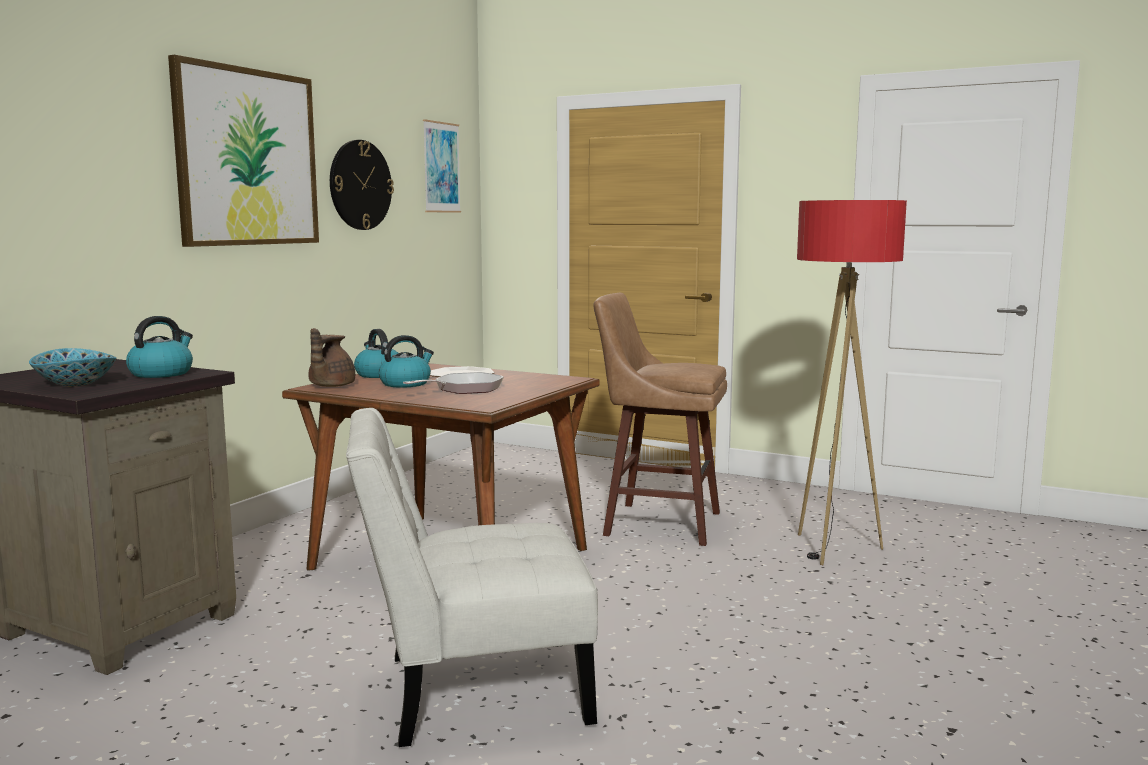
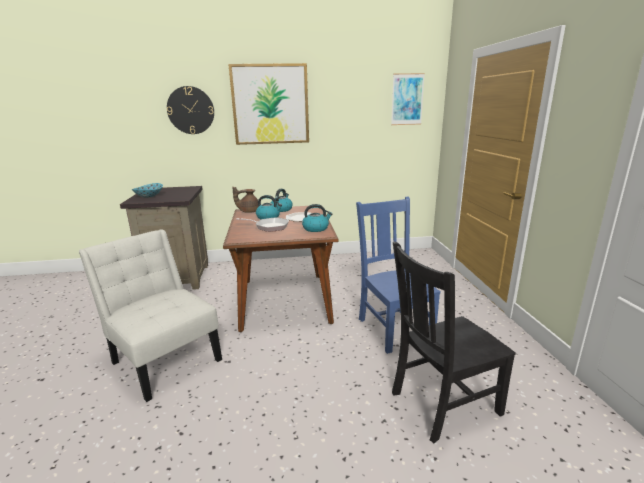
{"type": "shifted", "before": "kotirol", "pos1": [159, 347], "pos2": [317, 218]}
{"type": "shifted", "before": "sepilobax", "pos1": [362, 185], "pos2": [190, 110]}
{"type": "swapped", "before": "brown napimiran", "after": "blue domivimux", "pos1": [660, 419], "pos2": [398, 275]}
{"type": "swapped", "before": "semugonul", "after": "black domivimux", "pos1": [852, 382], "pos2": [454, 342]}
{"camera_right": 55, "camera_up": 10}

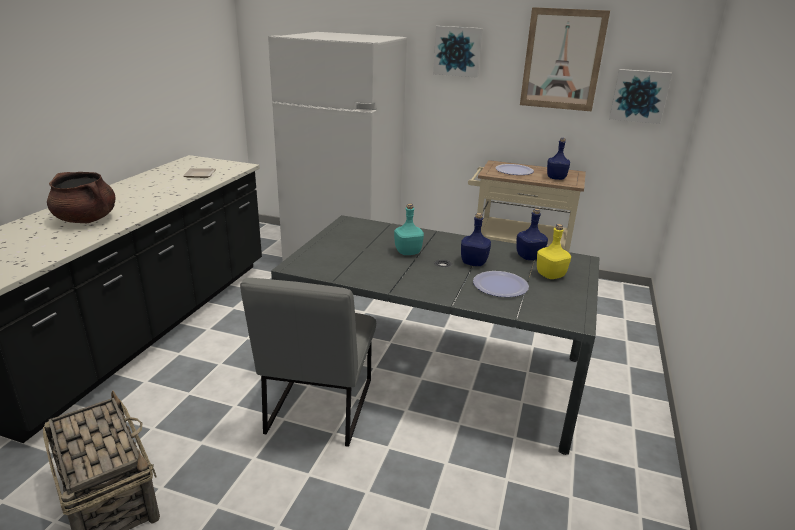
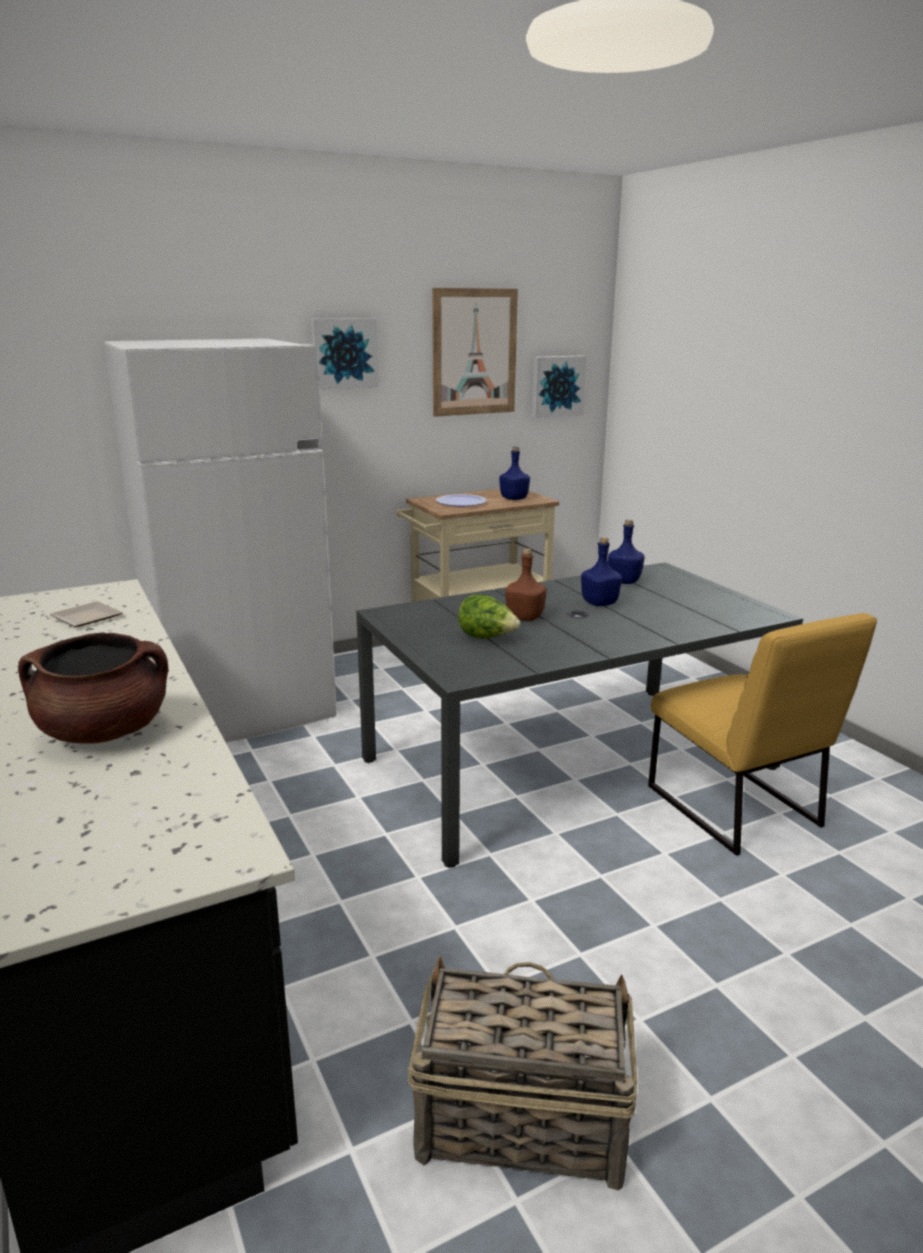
{"type": "gone", "before": "grey domivimux", "pos1": [308, 362]}
{"type": "repainted", "before": "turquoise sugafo", "after": "brown sugafo", "pos1": [409, 229], "pos2": [526, 585]}
{"type": "gone", "before": "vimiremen", "pos1": [501, 284]}
{"type": "gone", "before": "yellow sugafo", "pos1": [554, 251]}
{"type": "new", "after": "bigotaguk", "pos2": [489, 616]}
{"type": "new", "after": "yellow domivimux", "pos2": [762, 734]}
{"camera_right": -45, "camera_up": -5}

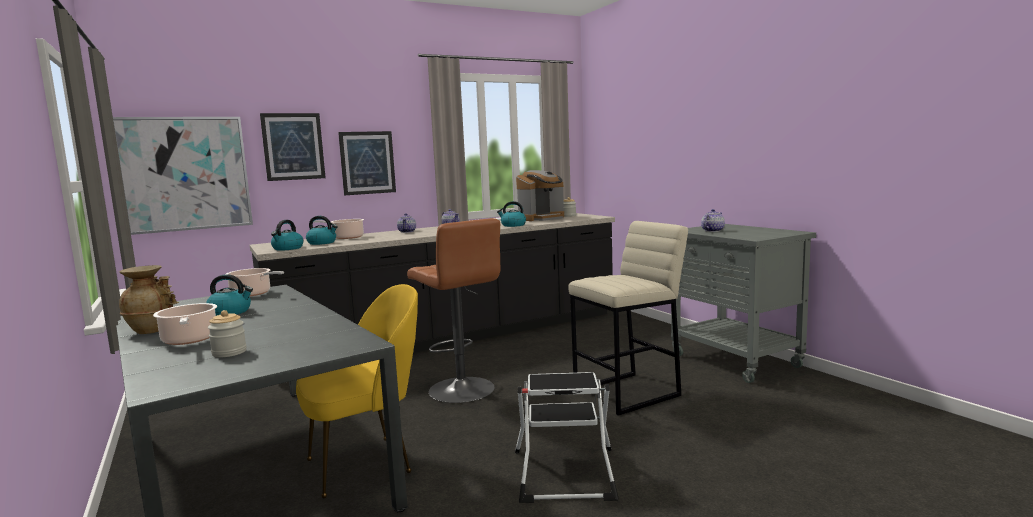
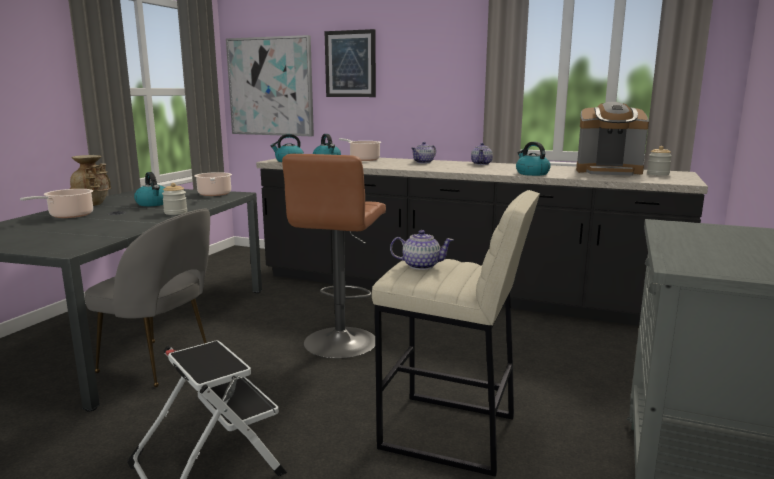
{"type": "shifted", "before": "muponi", "pos1": [227, 333], "pos2": [174, 199]}
{"type": "repainted", "before": "yellow domivimux", "after": "grey domivimux", "pos1": [357, 391], "pos2": [147, 297]}
{"type": "gone", "before": "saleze", "pos1": [367, 163]}
{"type": "shifted", "before": "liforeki", "pos1": [713, 220], "pos2": [421, 250]}
{"camera_right": 50, "camera_up": 5}

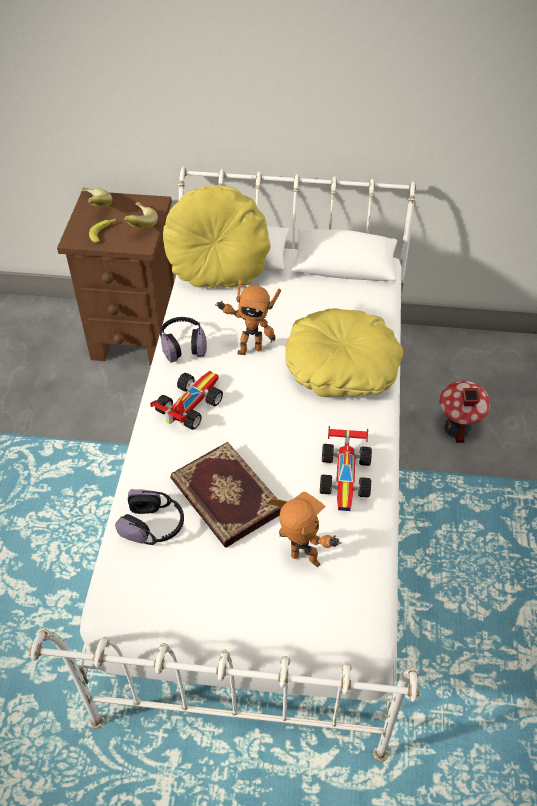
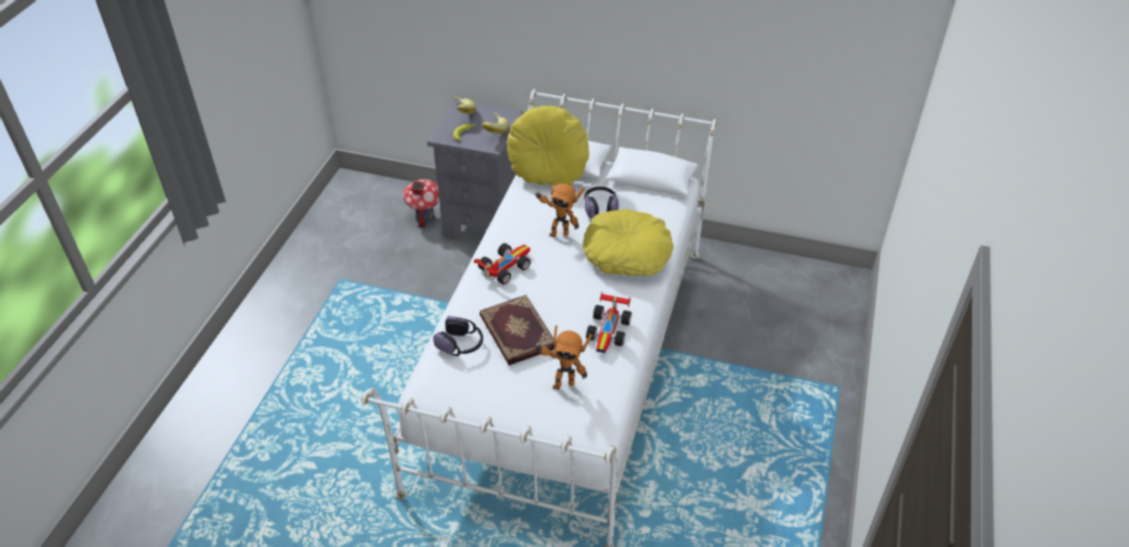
{"type": "repainted", "before": "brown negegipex", "after": "grey negegipex", "pos1": [115, 278], "pos2": [475, 169]}
{"type": "shifted", "before": "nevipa", "pos1": [183, 340], "pos2": [601, 203]}
{"type": "rotated", "before": "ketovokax", "pos1": [304, 529], "pos2": [563, 357], "turn": 135}
{"type": "shifted", "before": "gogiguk", "pos1": [464, 412], "pos2": [421, 203]}
{"camera_right": 10, "camera_up": -5}

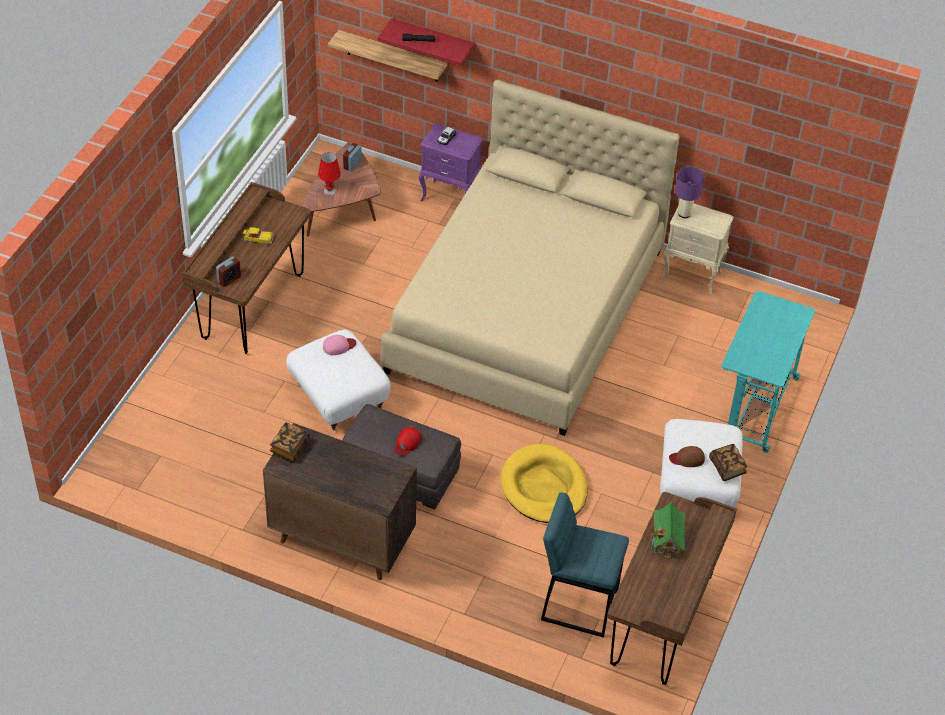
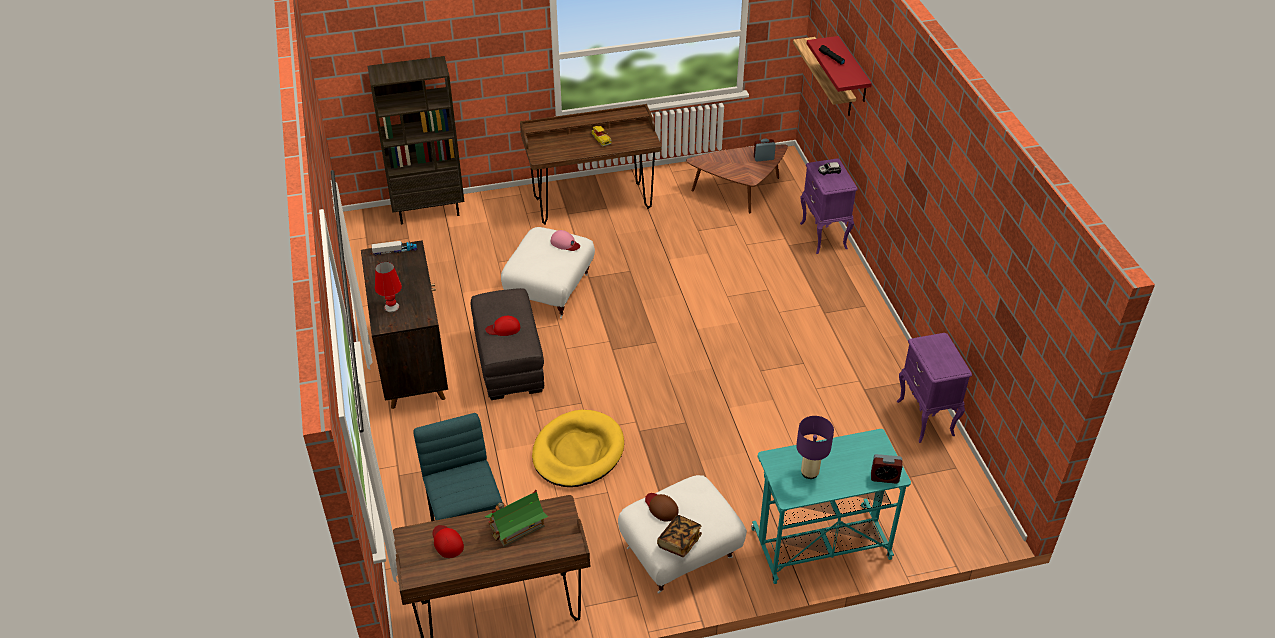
{"type": "shifted", "before": "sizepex", "pos1": [228, 271], "pos2": [886, 469]}
{"type": "swapped", "before": "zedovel", "after": "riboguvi", "pos1": [290, 442], "pos2": [394, 248]}
{"type": "shifted", "before": "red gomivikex", "pos1": [329, 173], "pos2": [388, 287]}
{"type": "gone", "before": "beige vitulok", "pos1": [530, 257]}
{"type": "repainted", "before": "beige negegipex", "after": "purple negegipex", "pos1": [697, 249], "pos2": [934, 388]}
{"type": "shifted", "before": "purple gomivikex", "pos1": [689, 192], "pos2": [815, 447]}
{"type": "new", "after": "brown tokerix", "pos2": [416, 140]}
{"type": "new", "after": "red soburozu", "pos2": [448, 541]}
{"camera_right": 55, "camera_up": -5}

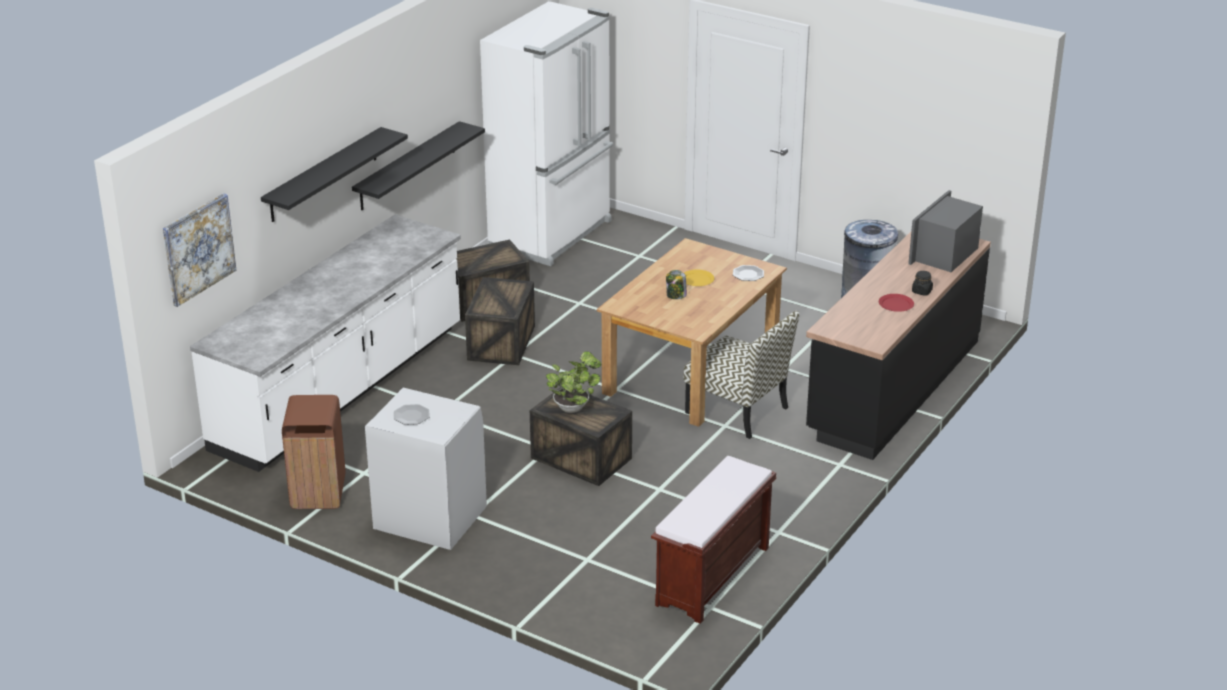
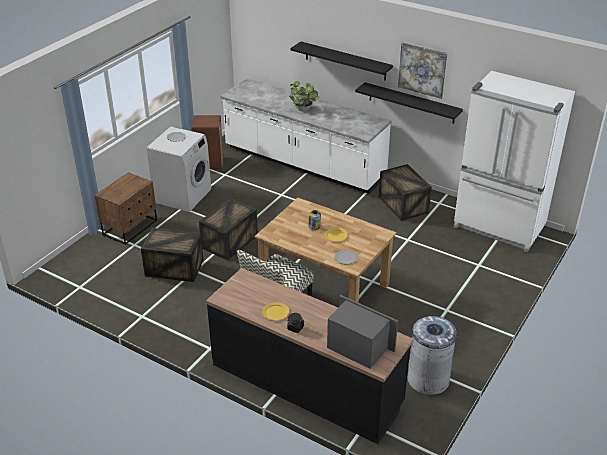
{"type": "shifted", "before": "saleze", "pos1": [199, 250], "pos2": [423, 70]}
{"type": "shifted", "before": "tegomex", "pos1": [500, 321], "pos2": [172, 255]}
{"type": "shifted", "before": "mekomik", "pos1": [574, 382], "pos2": [304, 96]}
{"type": "gone", "before": "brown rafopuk", "pos1": [713, 540]}
{"type": "repainted", "before": "red vimiremen", "after": "yellow vimiremen", "pos1": [896, 303], "pos2": [275, 311]}
{"type": "new", "after": "brown negegipex", "pos2": [126, 208]}
{"camera_right": 90, "camera_up": 5}

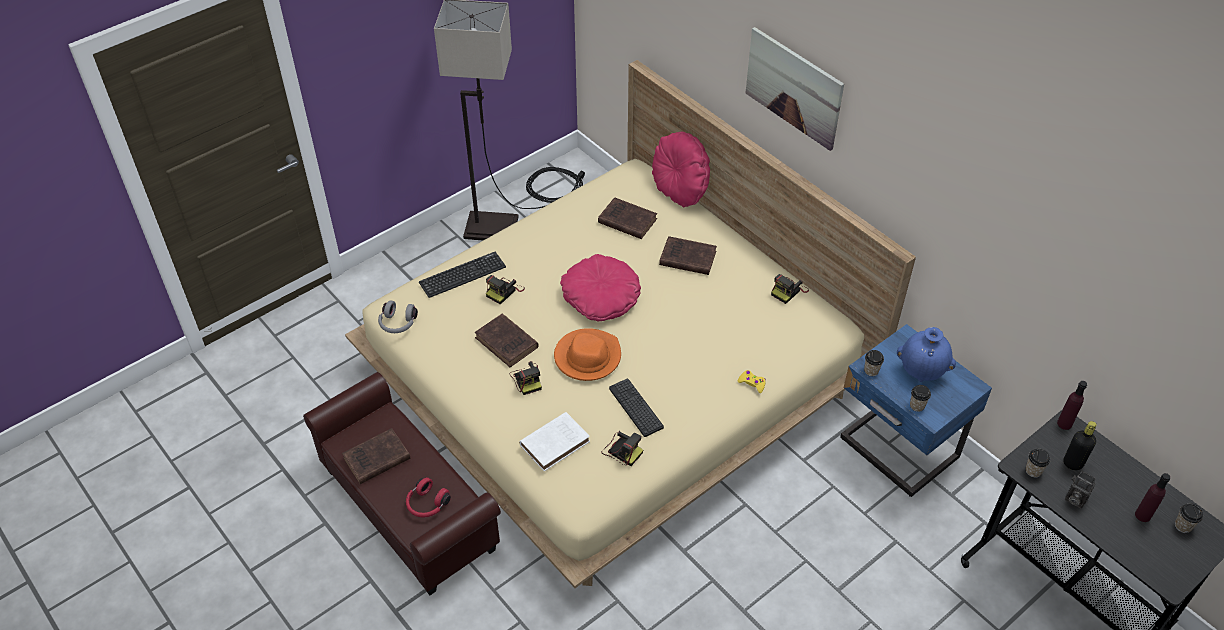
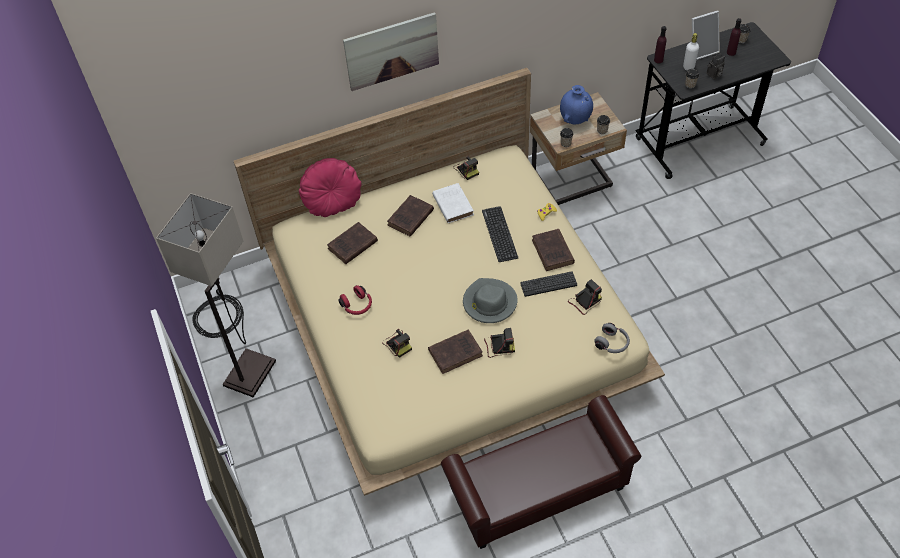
{"type": "shifted", "before": "brown zedovel", "pos1": [376, 456], "pos2": [553, 250]}
{"type": "shifted", "before": "grey nevipa", "pos1": [398, 317], "pos2": [612, 338]}
{"type": "shifted", "before": "red nevipa", "pos1": [428, 497], "pos2": [355, 300]}
{"type": "shifted", "before": "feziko", "pos1": [462, 275], "pos2": [500, 234]}
{"type": "shifted", "before": "white zedovel", "pos1": [555, 441], "pos2": [453, 203]}
{"type": "repainted", "before": "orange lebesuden", "after": "grey lebesuden", "pos1": [587, 354], "pos2": [490, 300]}
{"type": "gone", "before": "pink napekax", "pos1": [600, 287]}
{"type": "repainted", "before": "blue negegipex", "after": "beige negegipex", "pos1": [916, 410], "pos2": [578, 148]}
{"type": "repainted", "before": "black sugafo", "after": "white sugafo", "pos1": [1080, 445], "pos2": [691, 52]}
{"type": "new", "after": "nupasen", "pos2": [706, 34]}
{"camera_right": -70, "camera_up": 5}

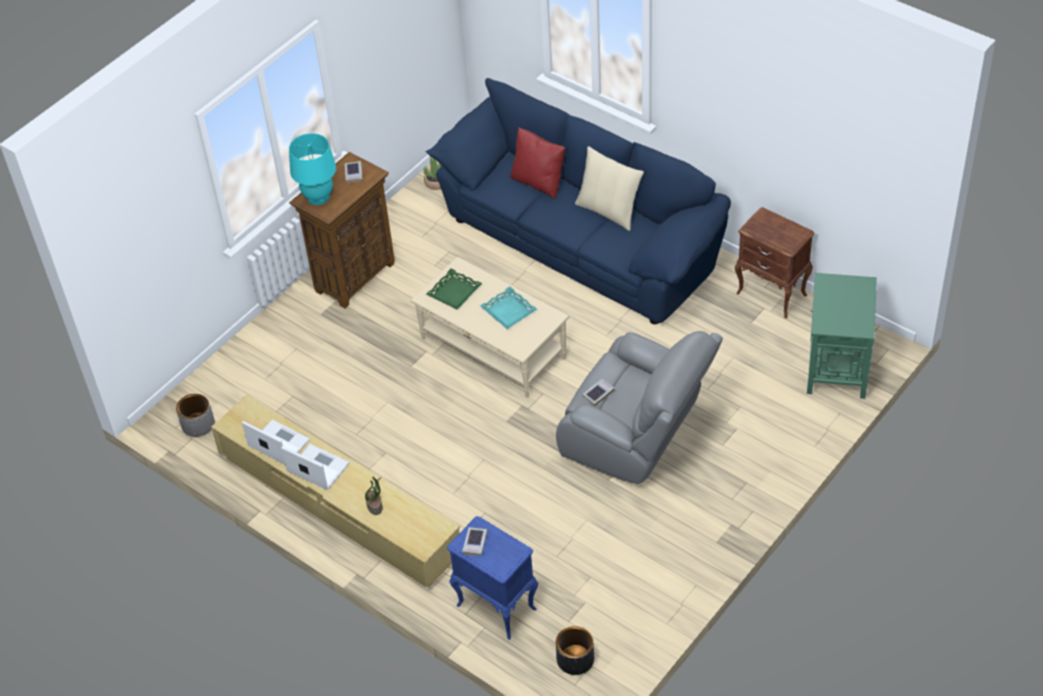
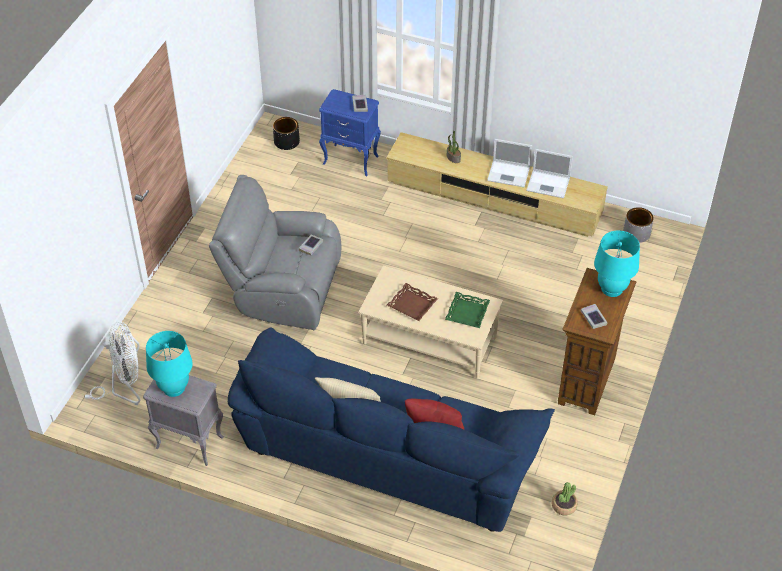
{"type": "repainted", "before": "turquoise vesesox", "after": "brown vesesox", "pos1": [508, 308], "pos2": [412, 302]}
{"type": "repainted", "before": "brown negegipex", "after": "grey negegipex", "pos1": [774, 263], "pos2": [183, 420]}
{"type": "swapped", "before": "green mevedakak", "after": "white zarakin", "pos1": [842, 336], "pos2": [112, 363]}
{"type": "new", "after": "turquoise gomivikex", "pos2": [169, 364]}
{"camera_right": 160, "camera_up": 0}

